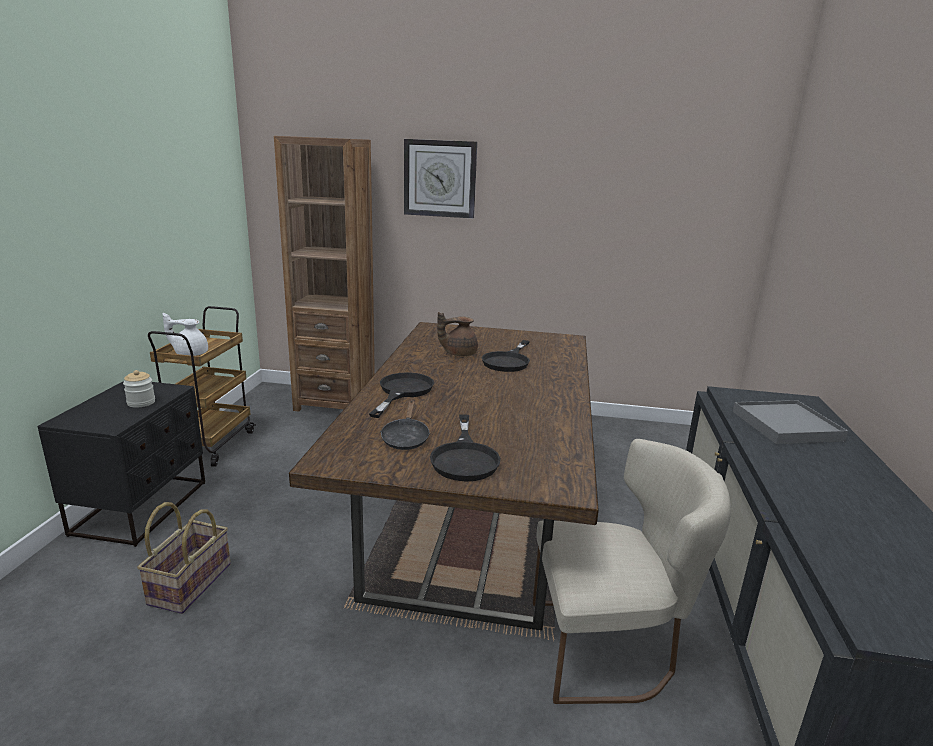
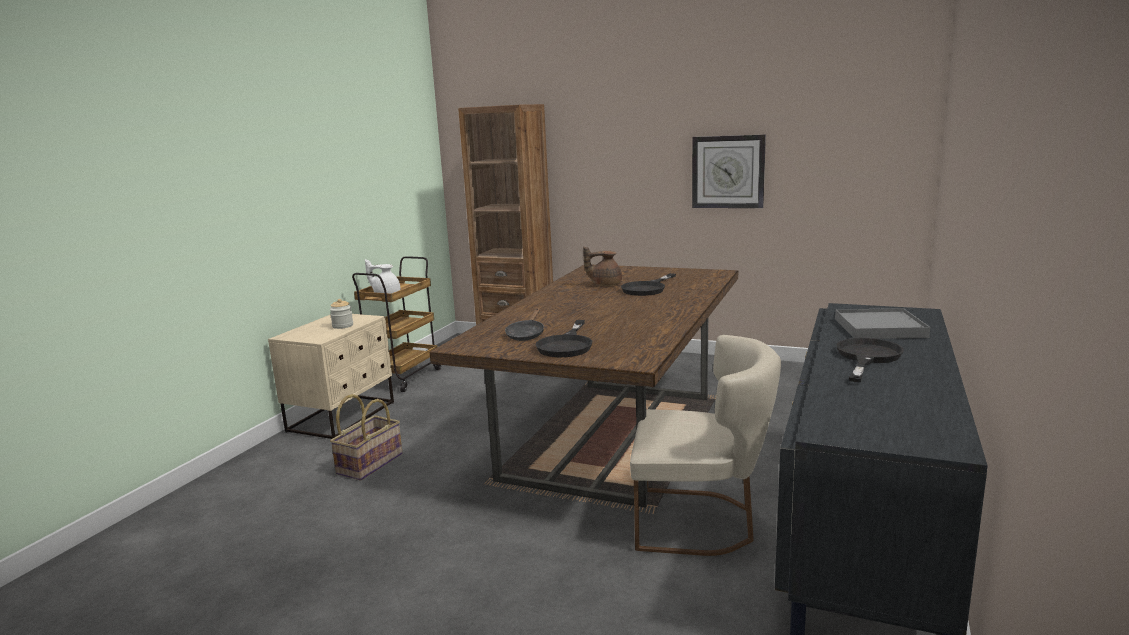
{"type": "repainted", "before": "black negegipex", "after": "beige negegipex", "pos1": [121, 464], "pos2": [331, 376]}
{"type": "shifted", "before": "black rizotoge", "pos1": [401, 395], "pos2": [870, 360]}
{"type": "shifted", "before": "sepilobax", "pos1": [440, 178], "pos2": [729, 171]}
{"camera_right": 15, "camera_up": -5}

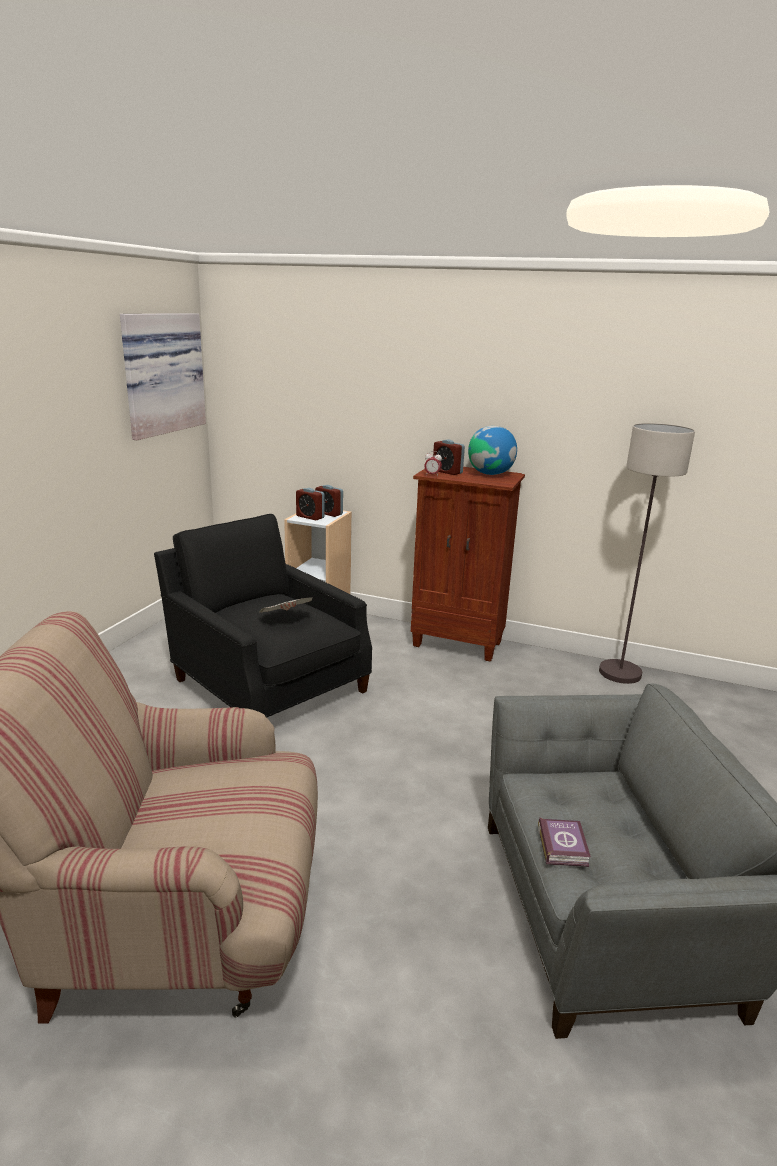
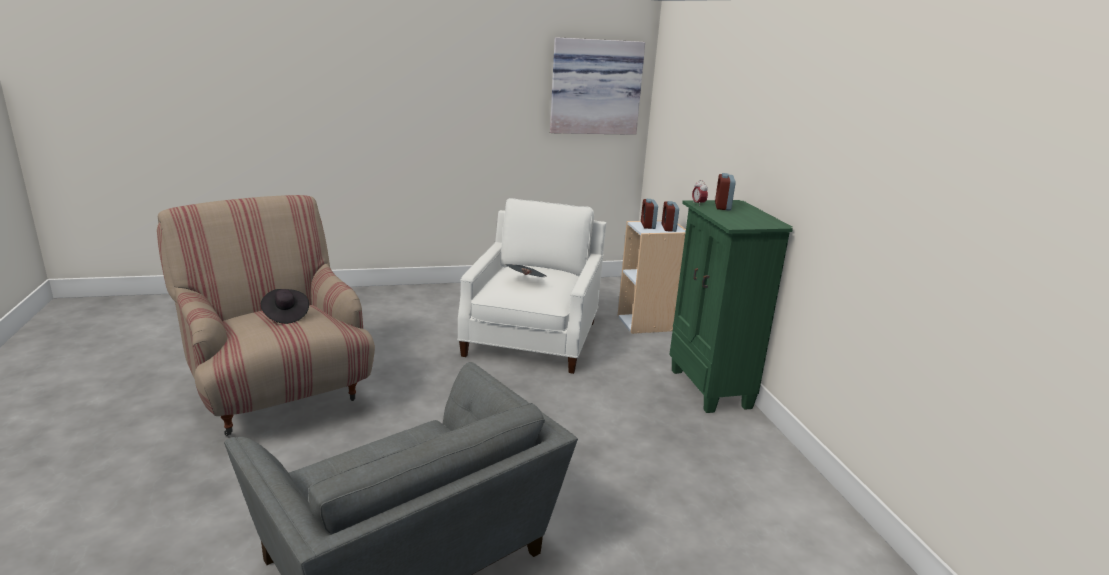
{"type": "repainted", "before": "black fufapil", "after": "white fufapil", "pos1": [263, 615], "pos2": [532, 286]}
{"type": "repainted", "before": "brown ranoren", "after": "green ranoren", "pos1": [468, 564], "pos2": [731, 306]}
{"type": "gone", "before": "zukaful", "pos1": [492, 450]}
{"type": "gone", "before": "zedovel", "pos1": [564, 842]}
{"type": "gone", "before": "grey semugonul", "pos1": [647, 553]}
{"type": "new", "after": "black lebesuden", "pos2": [285, 306]}
{"camera_right": 55, "camera_up": 0}

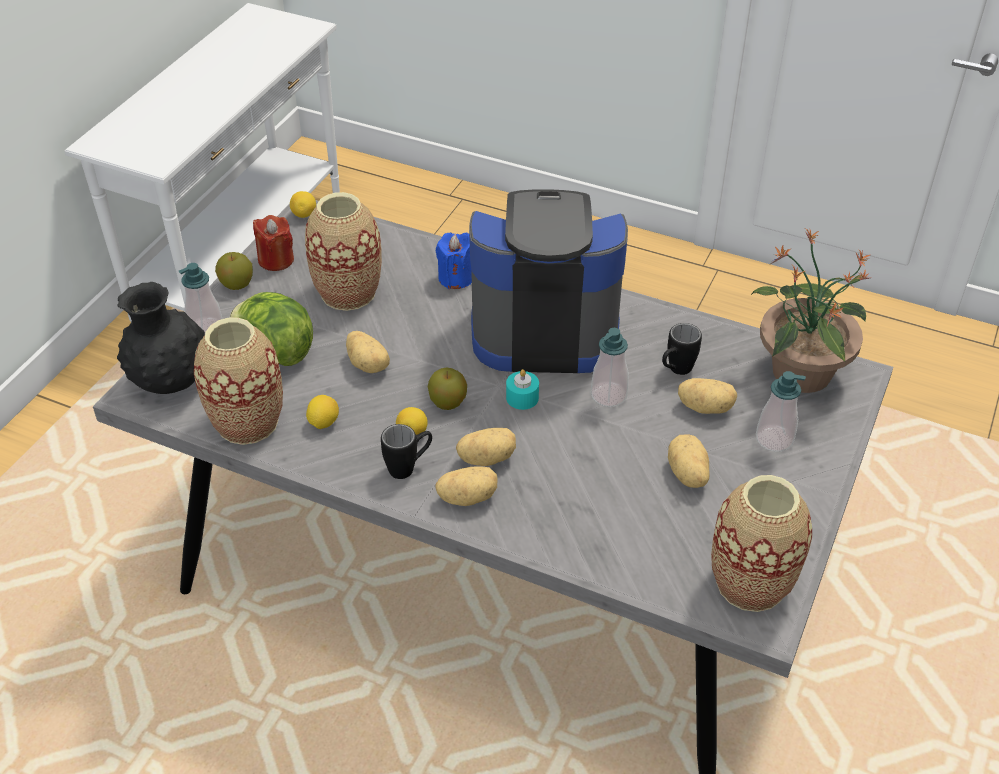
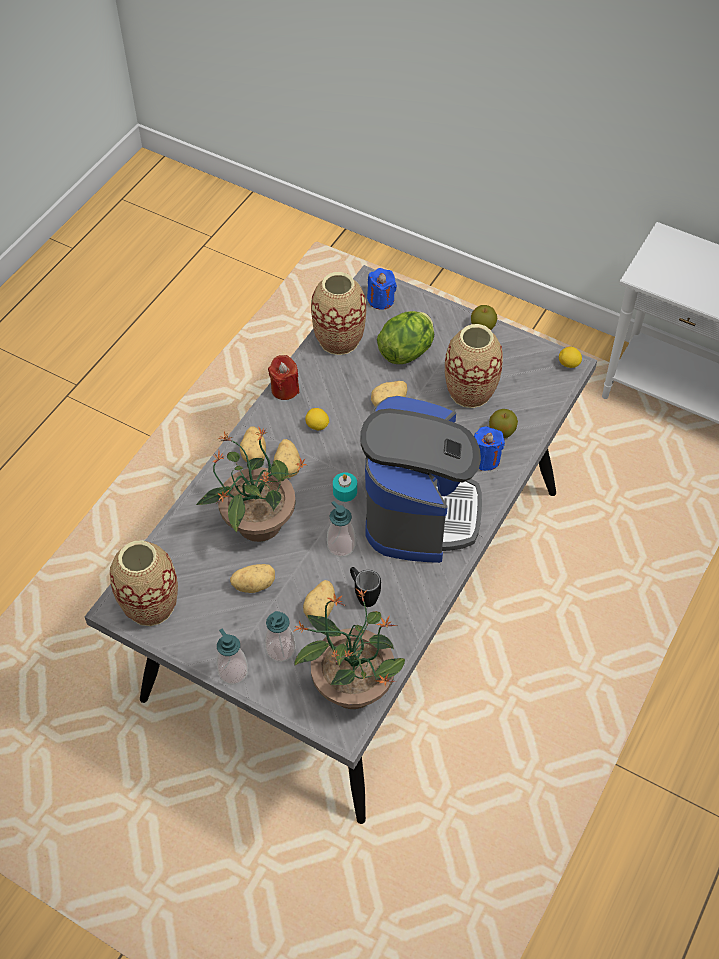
{"type": "swapped", "before": "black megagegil", "after": "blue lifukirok", "pos1": [161, 338], "pos2": [382, 289]}
{"type": "shifted", "before": "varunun", "pos1": [200, 297], "pos2": [232, 657]}
{"type": "shifted", "before": "red lifukirok", "pos1": [273, 243], "pos2": [283, 377]}
{"type": "gone", "before": "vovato", "pos1": [322, 412]}
{"type": "gone", "before": "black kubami", "pos1": [406, 451]}
{"type": "shifted", "before": "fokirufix", "pos1": [447, 388], "pos2": [503, 423]}
{"type": "new", "after": "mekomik", "pos2": [251, 484]}
{"camera_right": 95, "camera_up": 10}

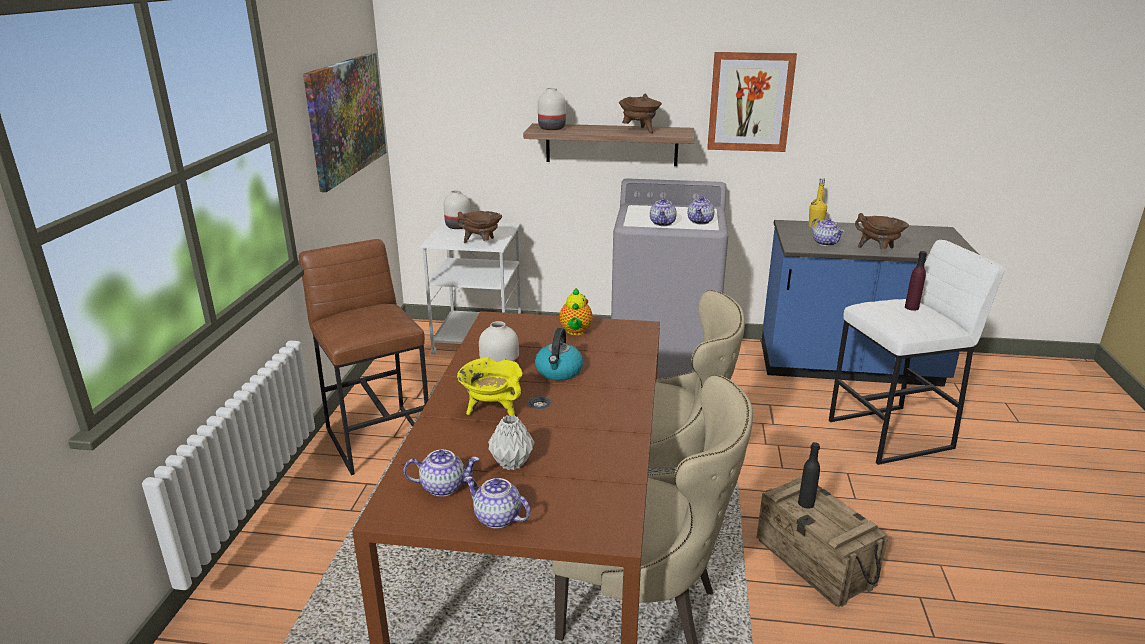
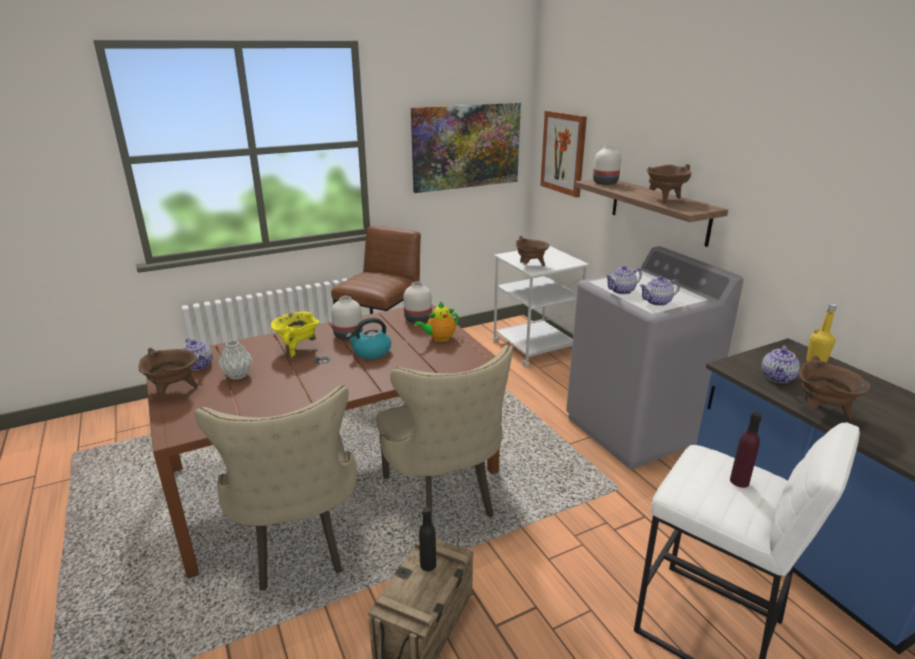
{"type": "shifted", "before": "white megagegil", "pos1": [457, 209], "pos2": [417, 302]}
{"type": "swapped", "before": "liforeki", "after": "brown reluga", "pos1": [498, 502], "pos2": [168, 371]}
{"type": "shifted", "before": "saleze", "pos1": [752, 102], "pos2": [563, 154]}
{"camera_right": 55, "camera_up": 0}

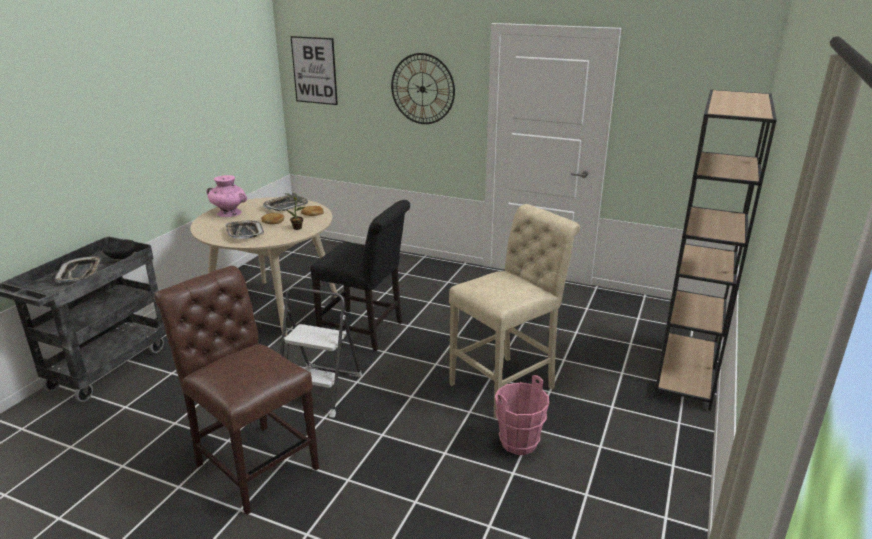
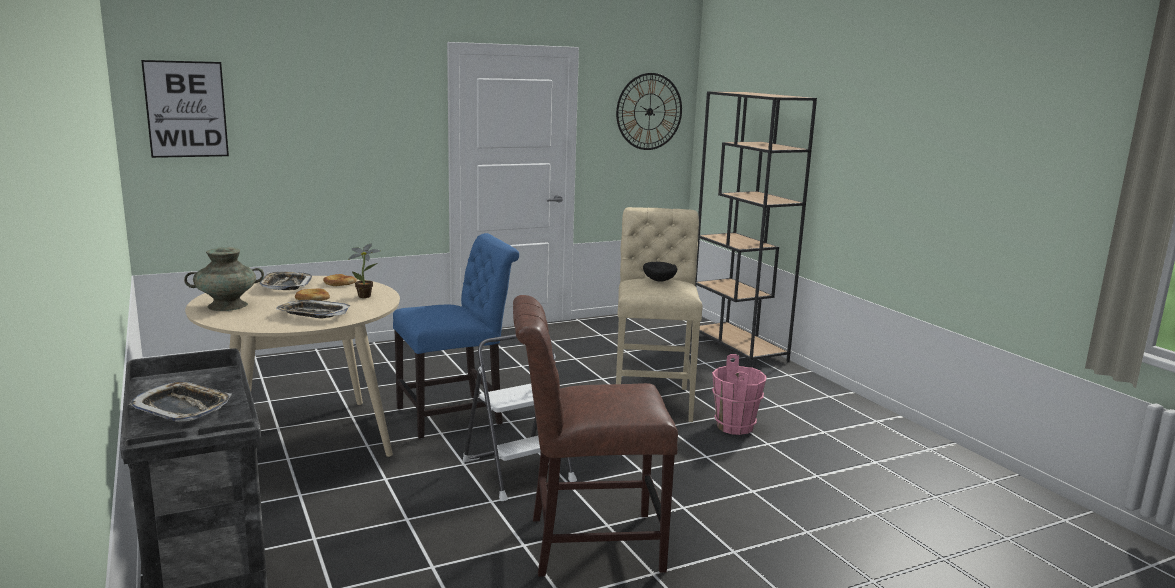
{"type": "shifted", "before": "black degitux", "pos1": [119, 249], "pos2": [660, 272]}
{"type": "repainted", "before": "pink megagegil", "after": "turquoise megagegil", "pos1": [226, 196], "pos2": [224, 279]}
{"type": "repainted", "before": "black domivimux", "after": "blue domivimux", "pos1": [360, 275], "pos2": [456, 336]}
{"type": "shifted", "before": "sepilobax", "pos1": [423, 88], "pos2": [649, 111]}
{"camera_right": -50, "camera_up": -10}

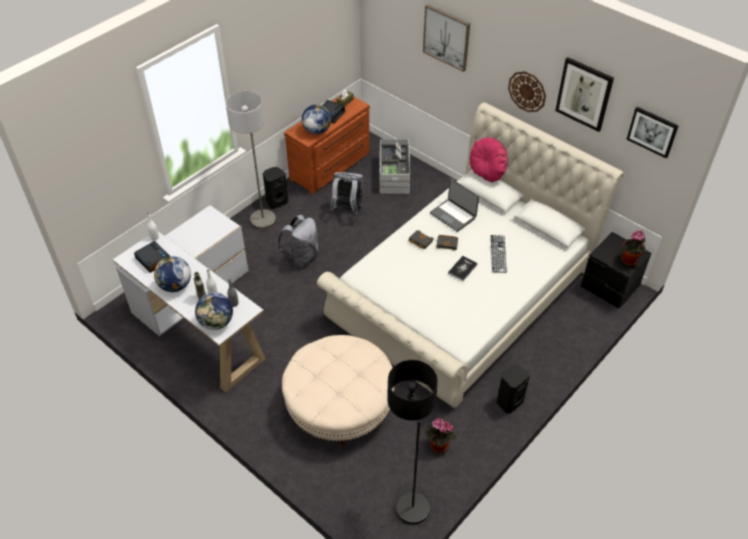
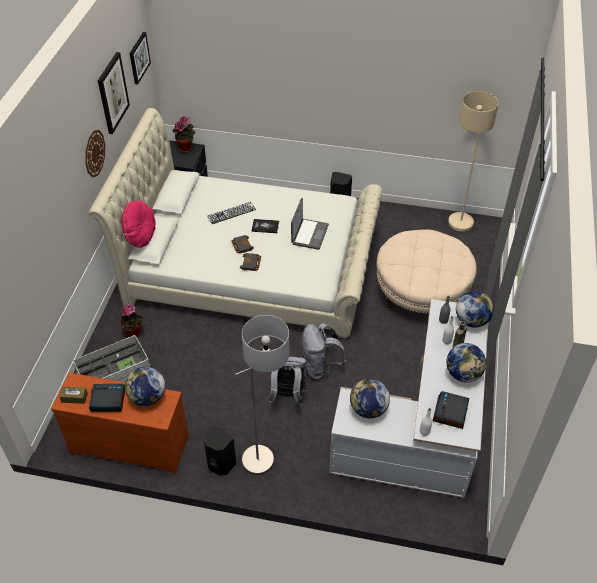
{"type": "shifted", "before": "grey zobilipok", "pos1": [347, 193], "pos2": [323, 351]}
{"type": "repainted", "before": "black semugonul", "after": "beige semugonul", "pos1": [412, 442], "pos2": [473, 161]}
{"type": "gone", "before": "saleze", "pos1": [446, 38]}
{"type": "shifted", "before": "mekomik", "pos1": [441, 436], "pos2": [131, 321]}
{"type": "shifted", "before": "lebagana", "pos1": [454, 205], "pos2": [310, 224]}
{"type": "new", "after": "zukaful", "pos2": [370, 398]}
{"camera_right": -120, "camera_up": 0}

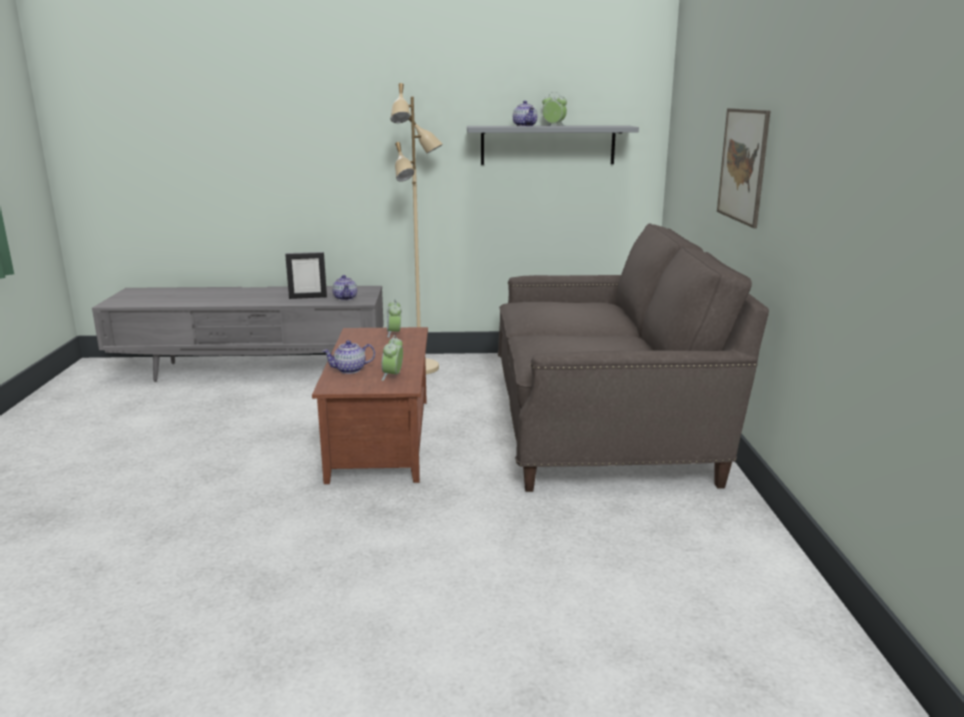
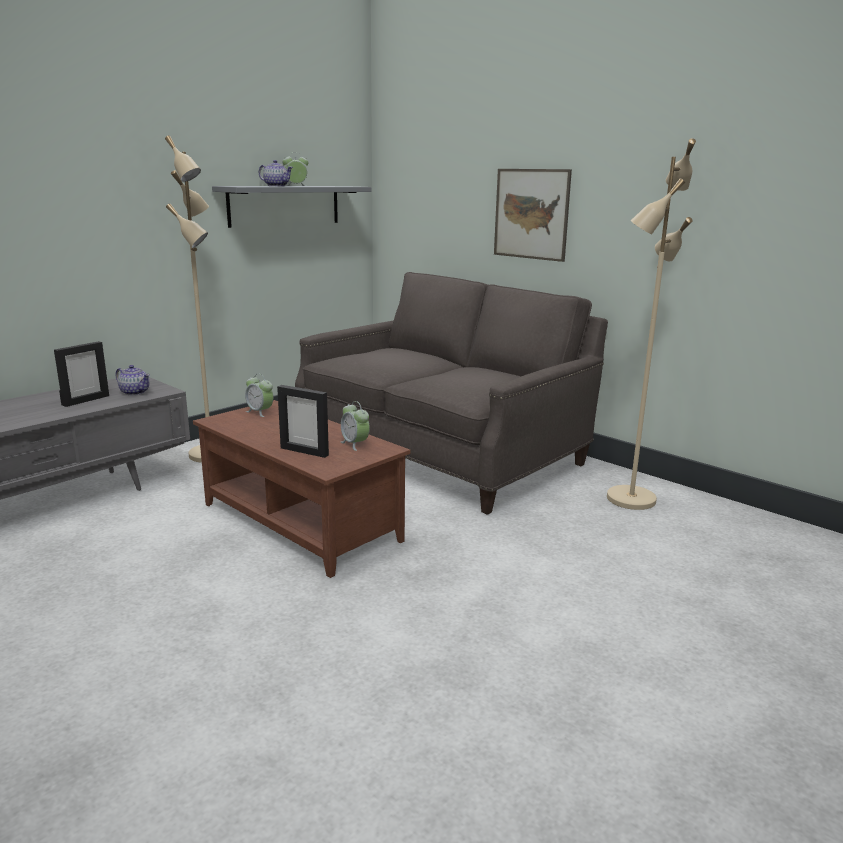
{"type": "swapped", "before": "liforeki", "after": "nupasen", "pos1": [348, 357], "pos2": [303, 421]}
{"type": "new", "after": "beige semugonul", "pos2": [651, 324]}
{"camera_right": -45, "camera_up": 0}

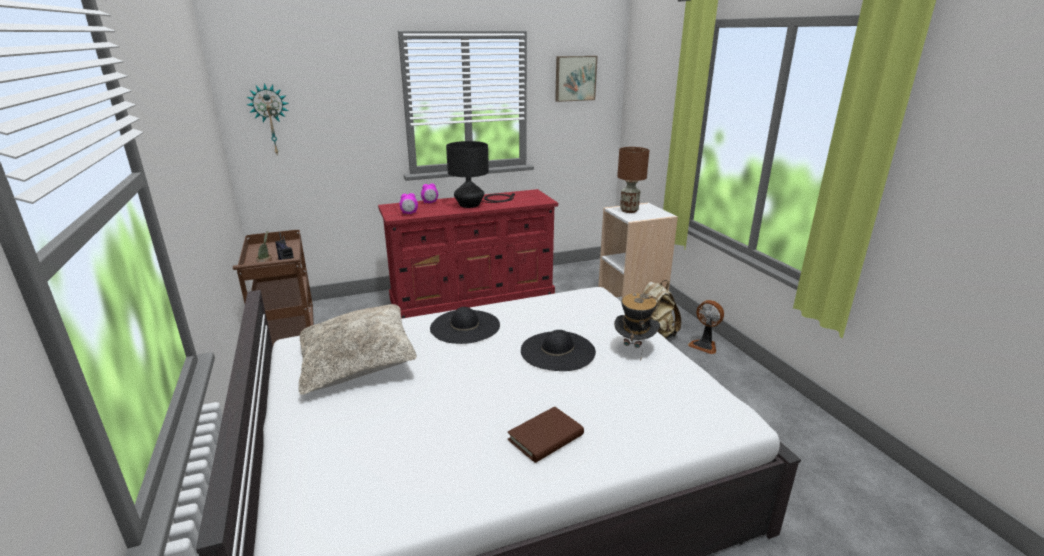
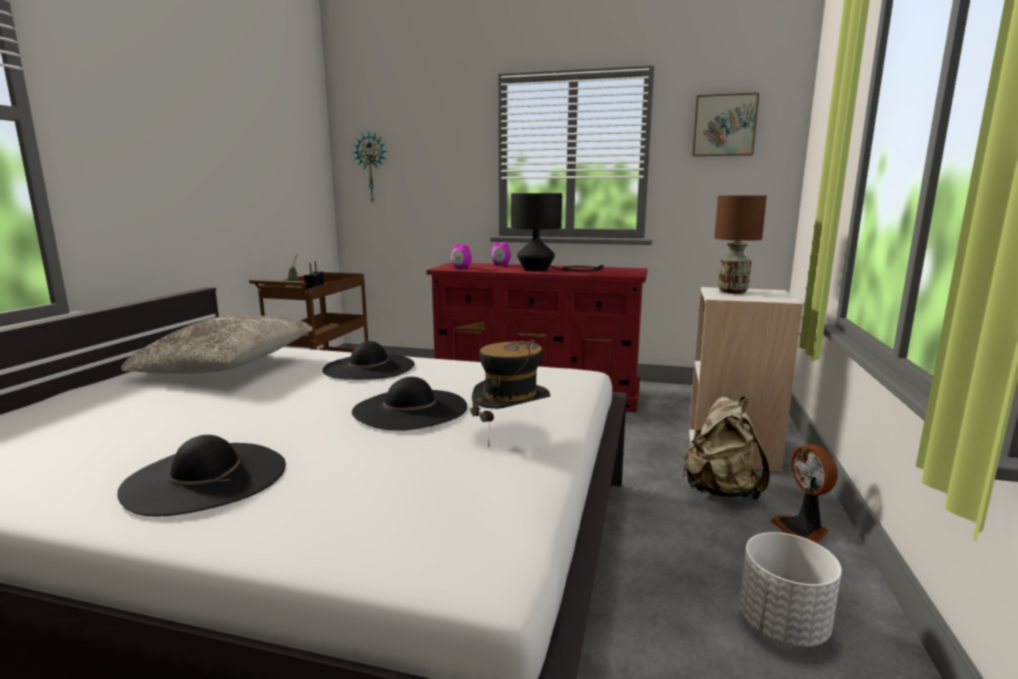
{"type": "swapped", "before": "brown zedovel", "after": "black lebesuden", "pos1": [545, 434], "pos2": [201, 475]}
{"type": "new", "after": "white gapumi", "pos2": [790, 589]}
{"camera_right": 35, "camera_up": -10}

